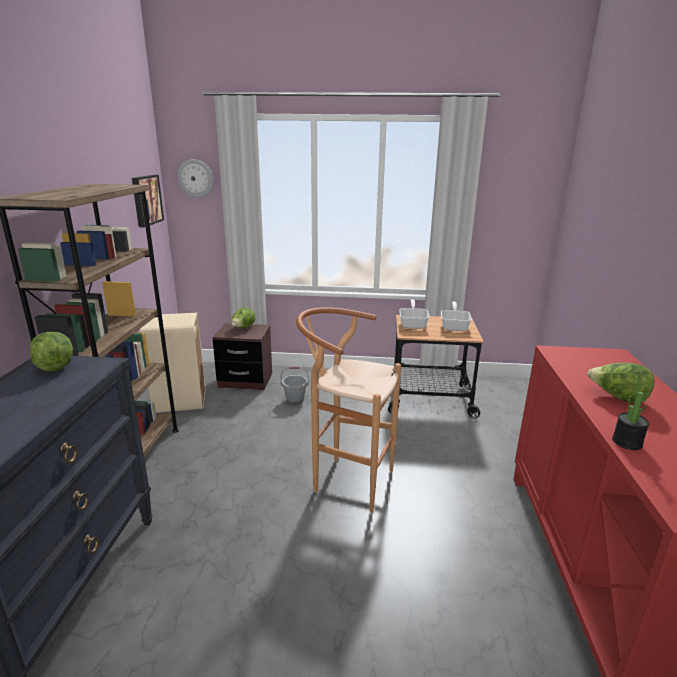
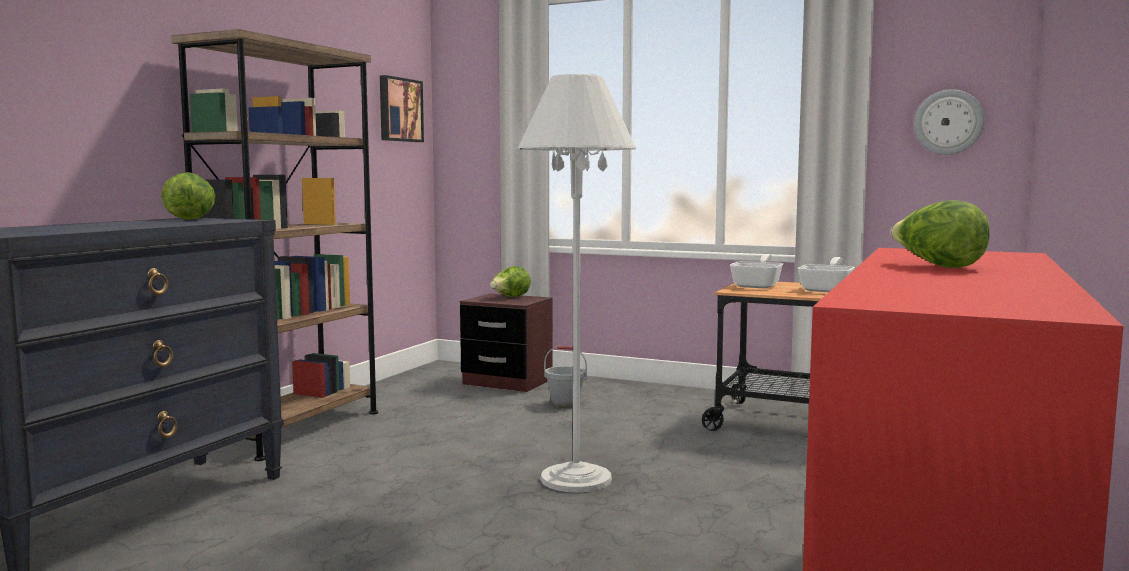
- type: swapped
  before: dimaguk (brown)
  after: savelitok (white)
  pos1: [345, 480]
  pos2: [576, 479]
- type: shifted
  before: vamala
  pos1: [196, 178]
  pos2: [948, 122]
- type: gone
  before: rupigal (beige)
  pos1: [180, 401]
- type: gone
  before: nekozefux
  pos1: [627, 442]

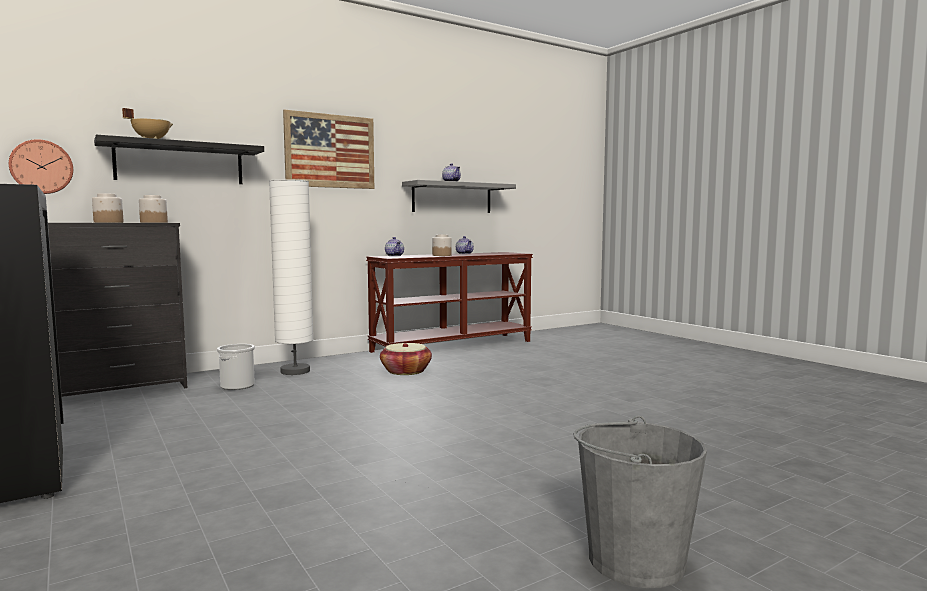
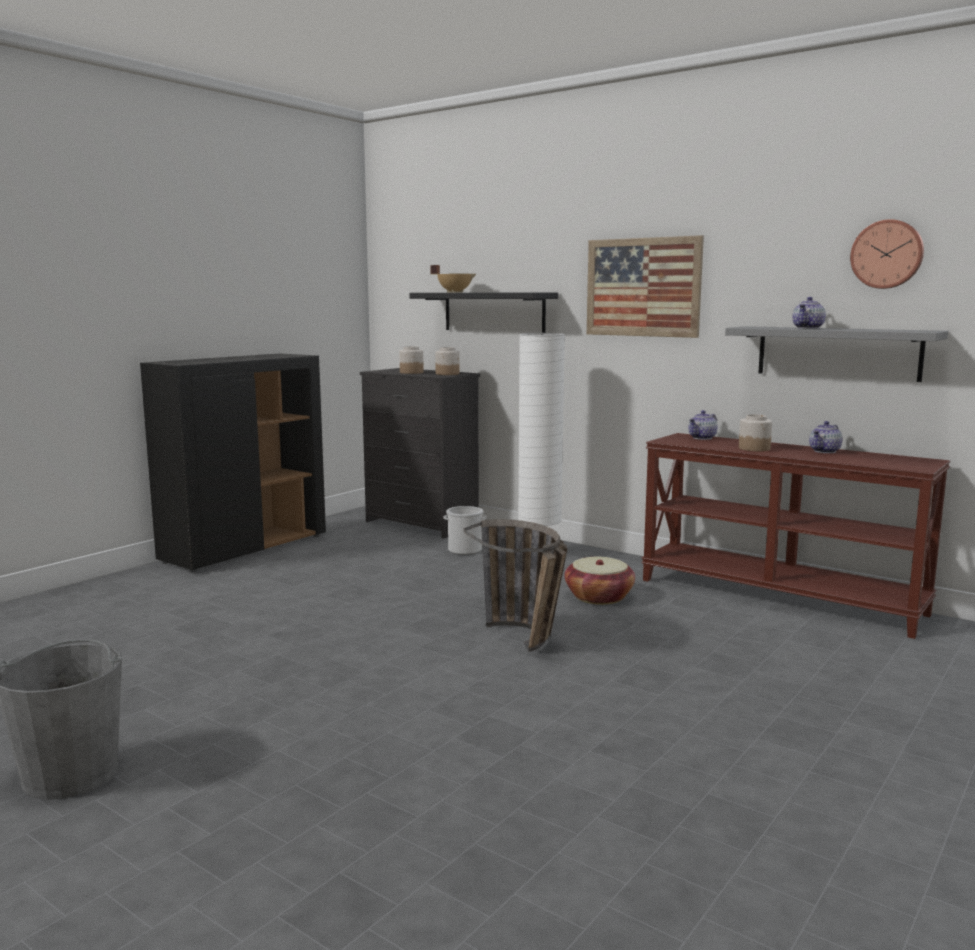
- type: new
  after: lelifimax
  pos2: [527, 642]
- type: shifted
  before: vamala
  pos1: [41, 167]
  pos2: [887, 254]

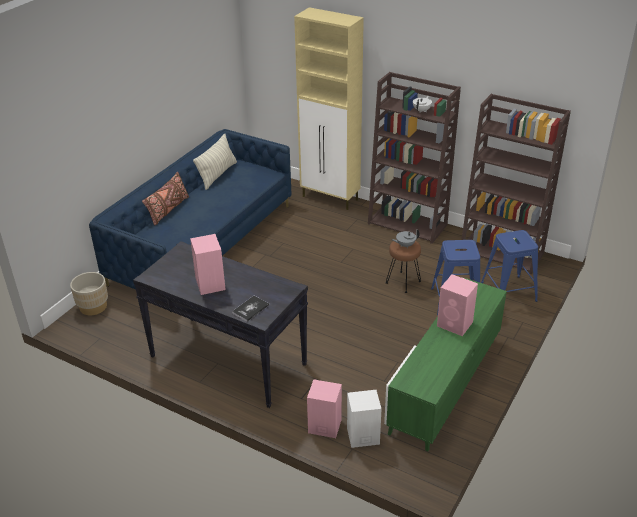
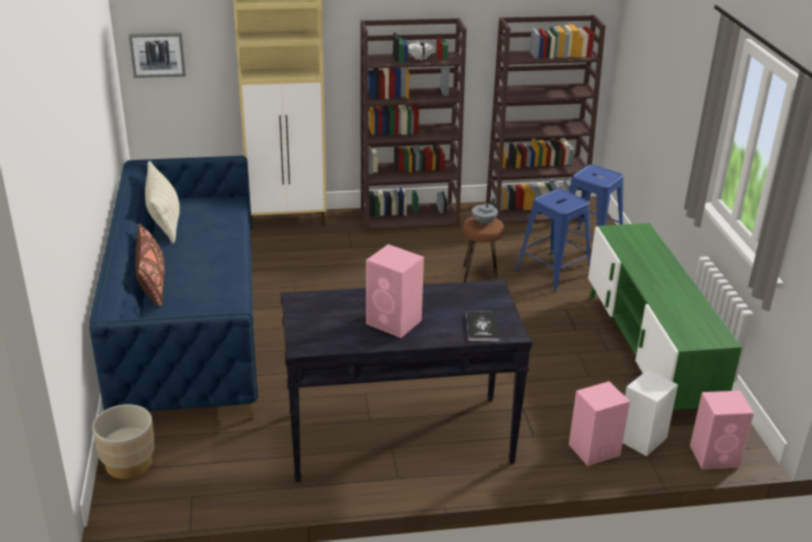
- type: new
  after: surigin
  pos2: [157, 54]
- type: shifted
  before: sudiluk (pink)
  pos1: [455, 324]
  pos2: [715, 456]

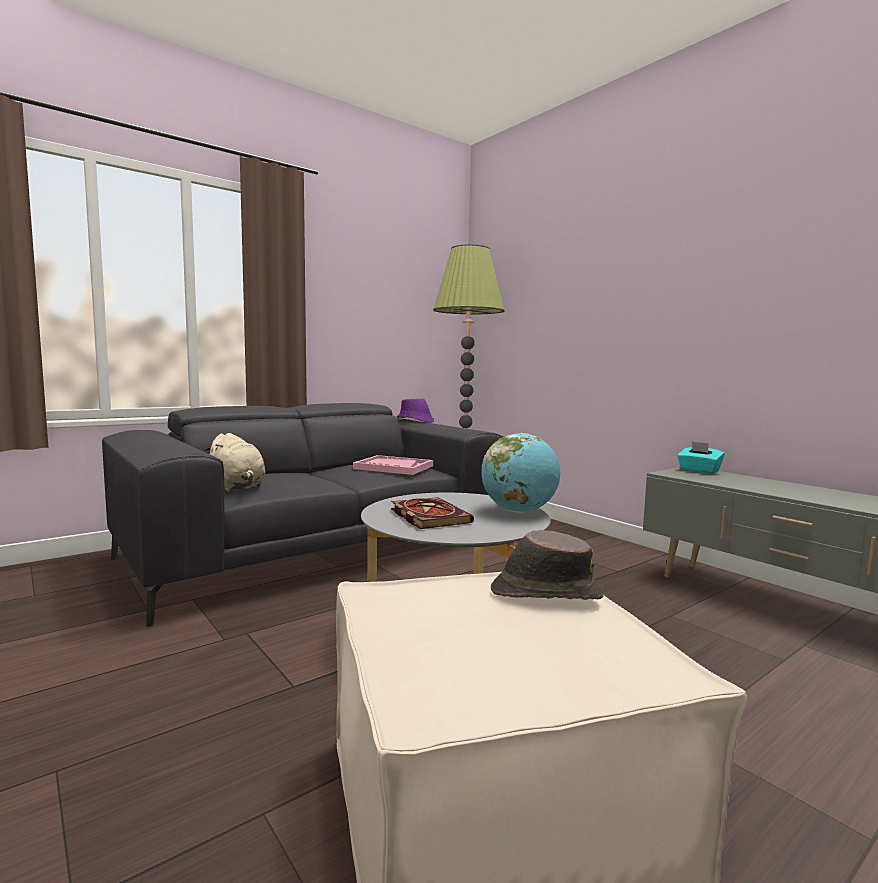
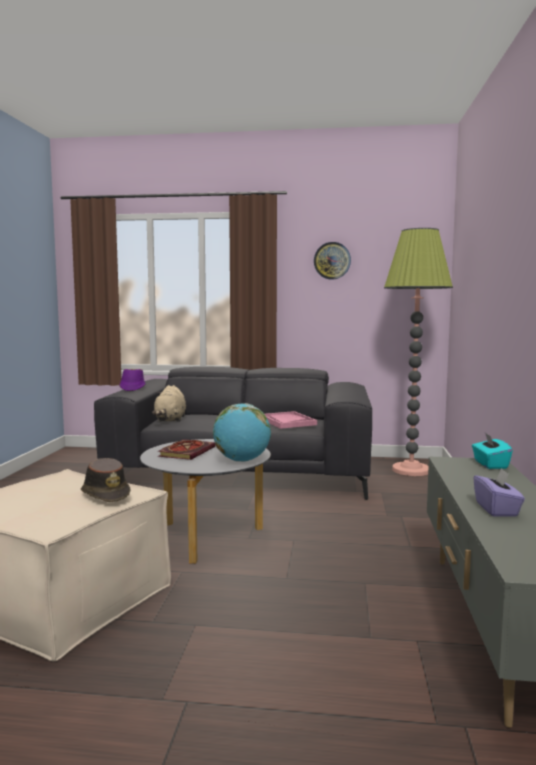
- type: shifted
  before: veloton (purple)
  pos1: [415, 421]
  pos2: [132, 388]
- type: new
  after: vamala
  pos2: [332, 260]
- type: new
  after: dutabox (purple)
  pos2: [497, 509]

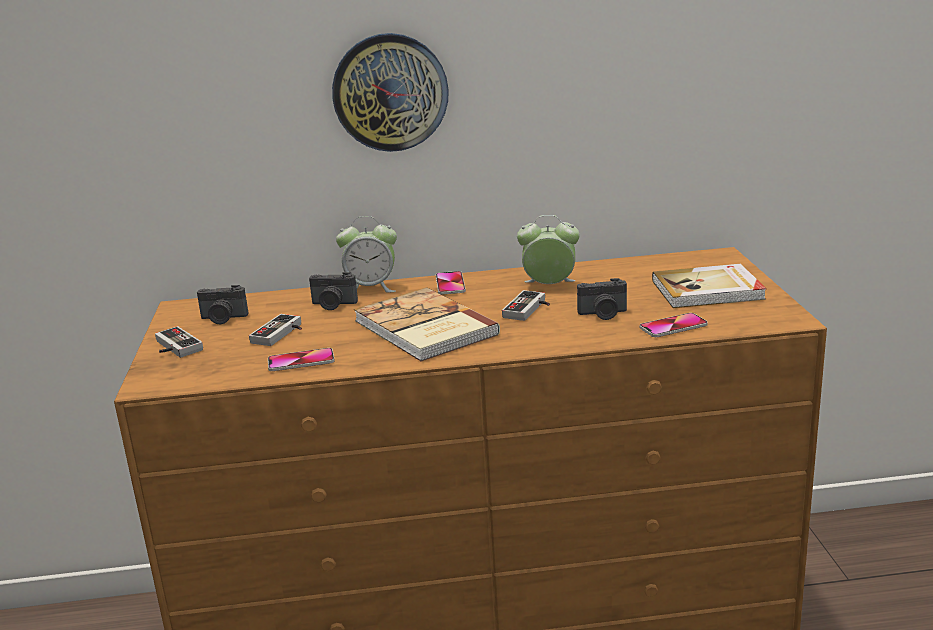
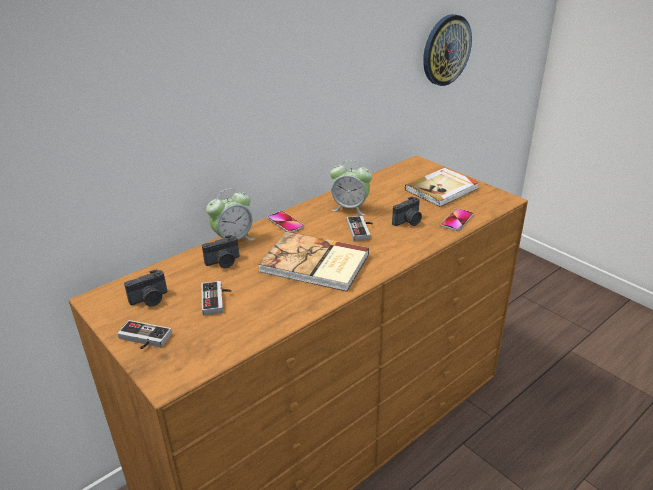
- type: rotated
  before: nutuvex
  pos1: [549, 286]
  pos2: [350, 208]
  turn: -135
- type: shifted
  before: vamala
  pos1: [390, 92]
  pos2: [446, 50]
- type: gone
  before: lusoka
  pos1: [301, 361]

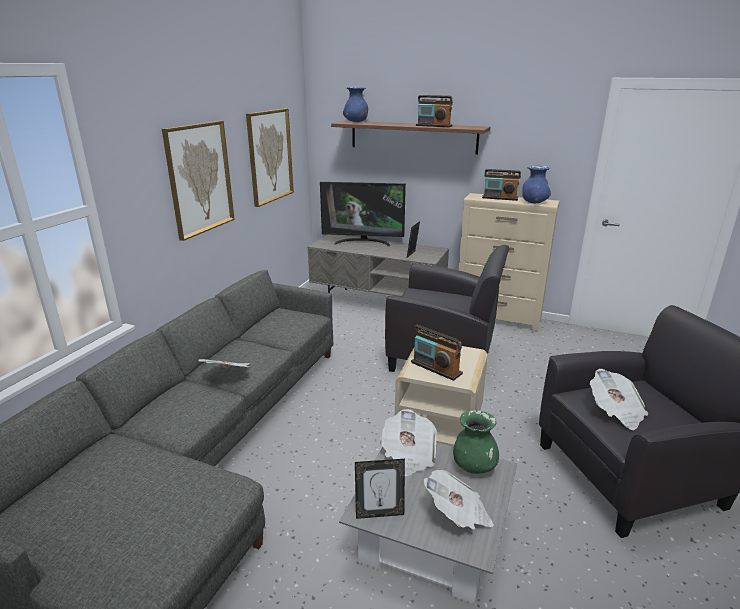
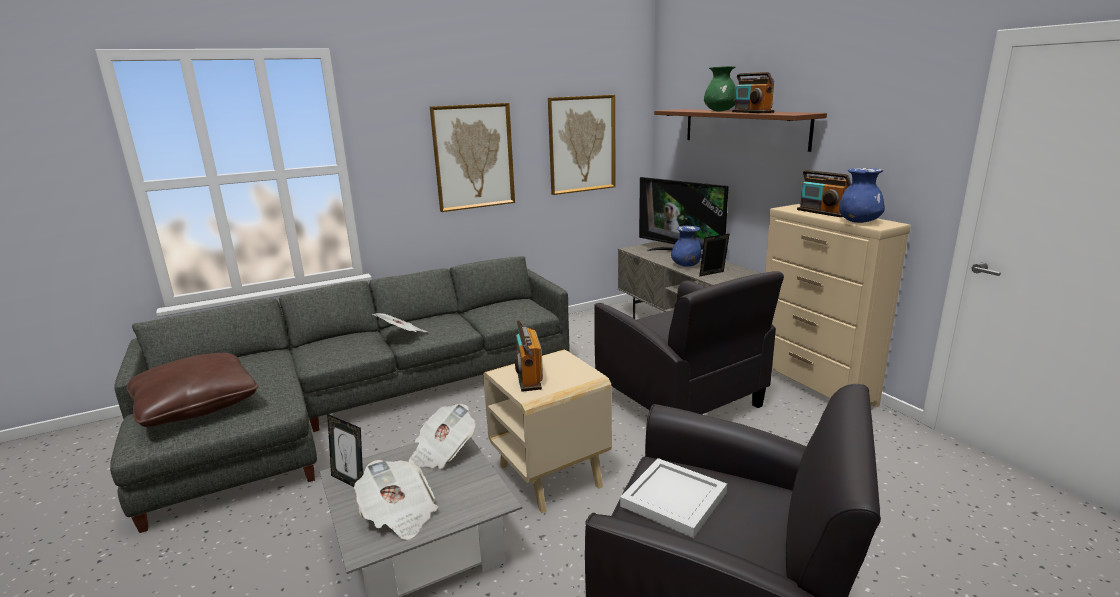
- type: new
  after: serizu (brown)
  pos2: [197, 405]
- type: swapped
  before: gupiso
  after: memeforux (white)
  pos1: [615, 411]
  pos2: [674, 500]
- type: shifted
  before: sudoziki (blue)
  pos1: [356, 122]
  pos2: [686, 265]
- type: shifted
  before: sudoziki (green)
  pos1: [474, 466]
  pos2: [720, 111]

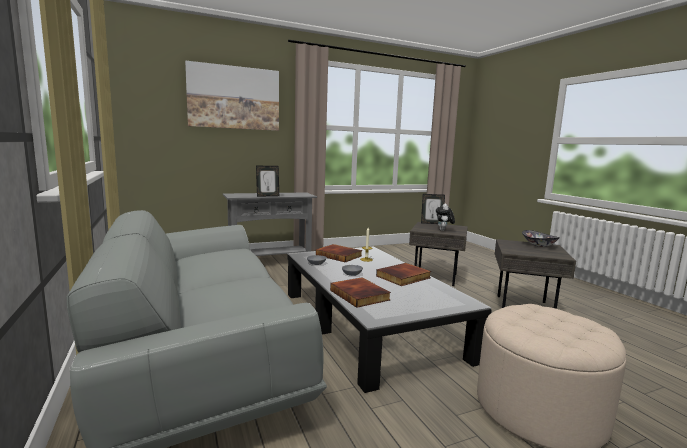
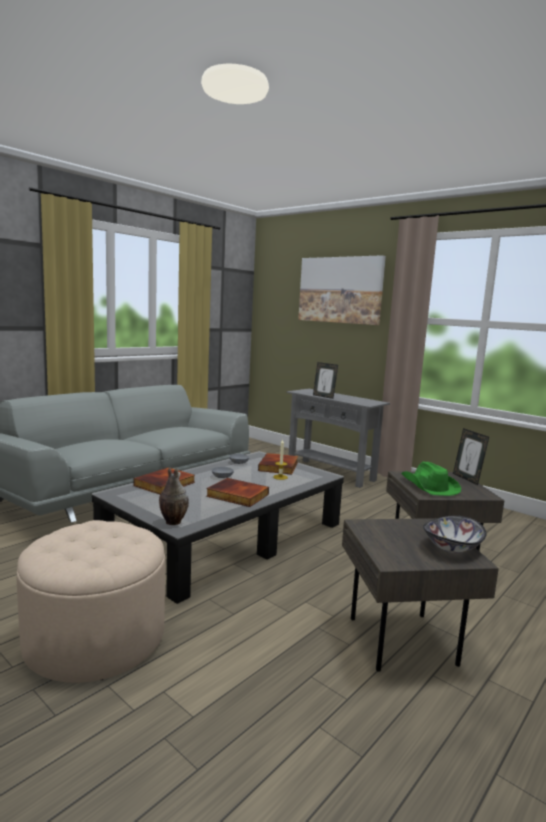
- type: new
  after: sudoziki
  pos2: [172, 522]
- type: swapped
  before: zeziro
  after: veloton (green)
  pos1: [443, 230]
  pos2: [429, 486]

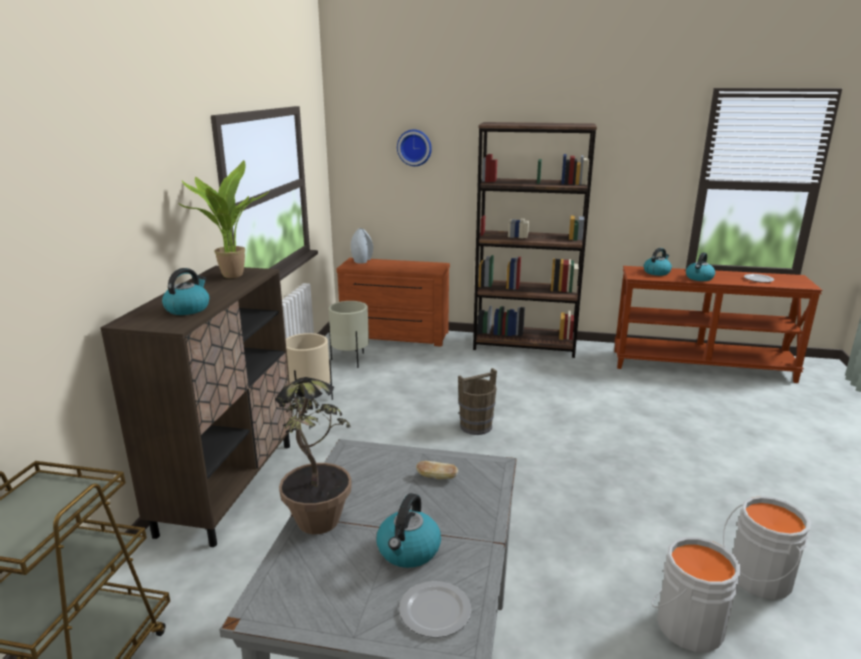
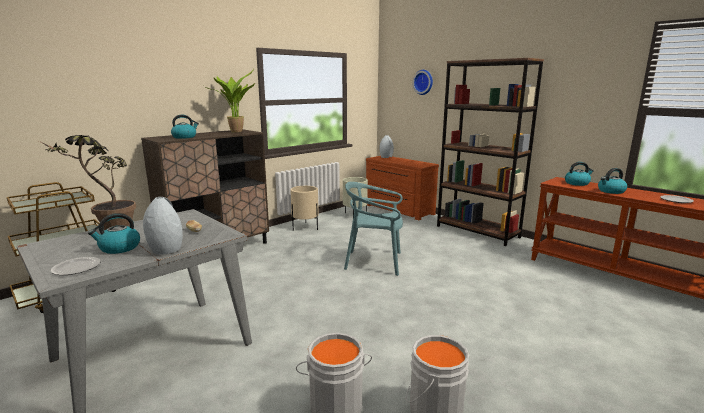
- type: new
  after: sudoziki (grey)
  pos2: [165, 250]
- type: swapped
  before: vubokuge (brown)
  after: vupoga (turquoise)
  pos1: [475, 426]
  pos2: [374, 262]

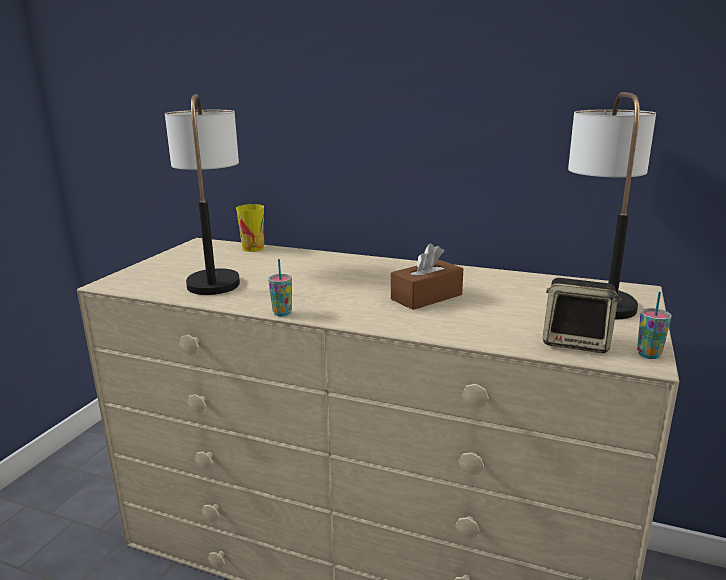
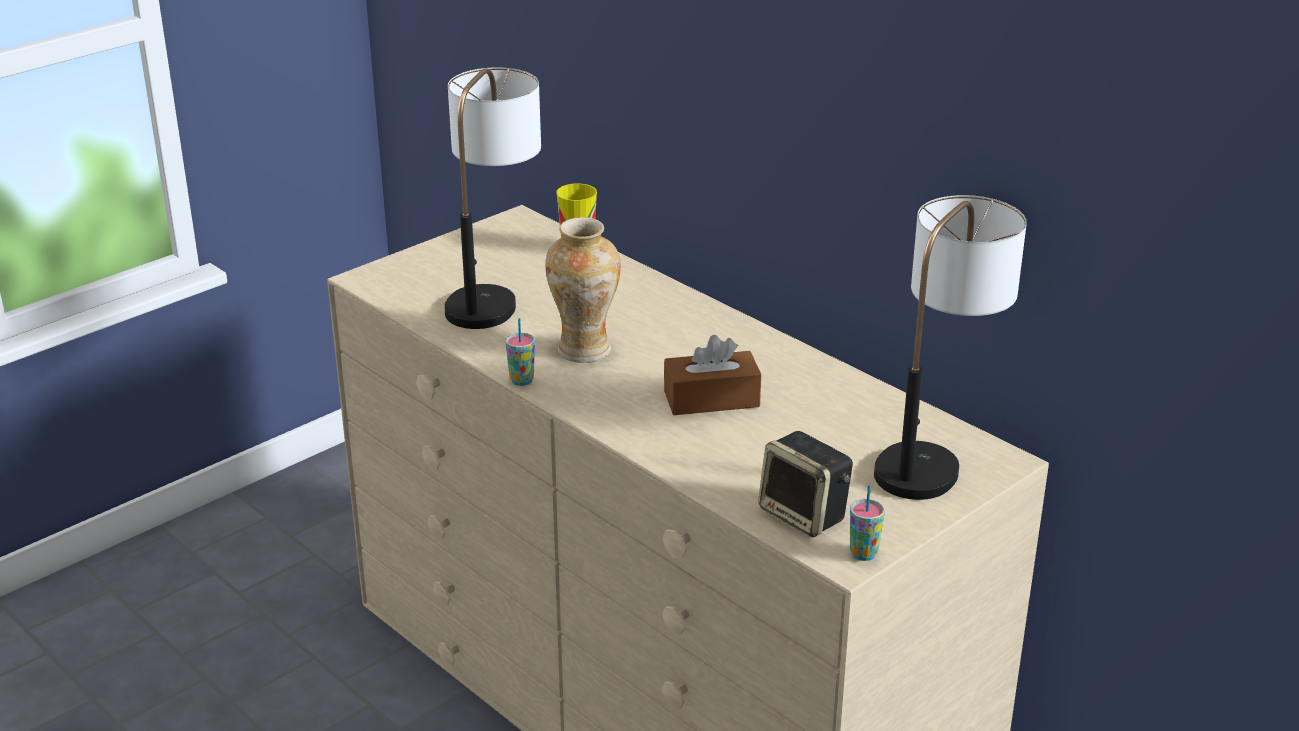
- type: new
  after: sudoziki
  pos2: [584, 351]

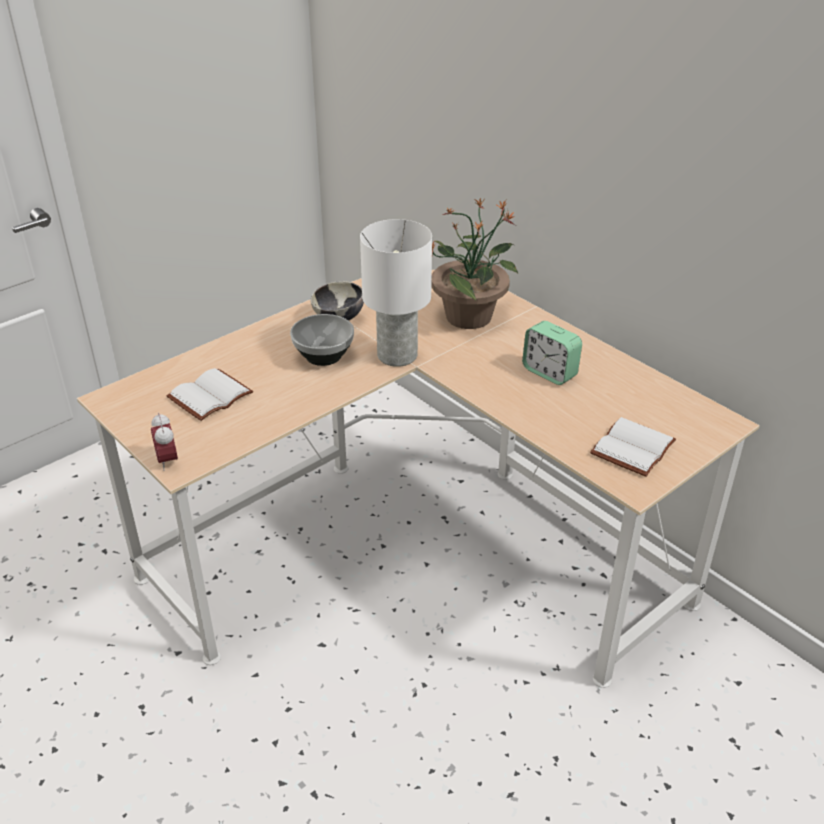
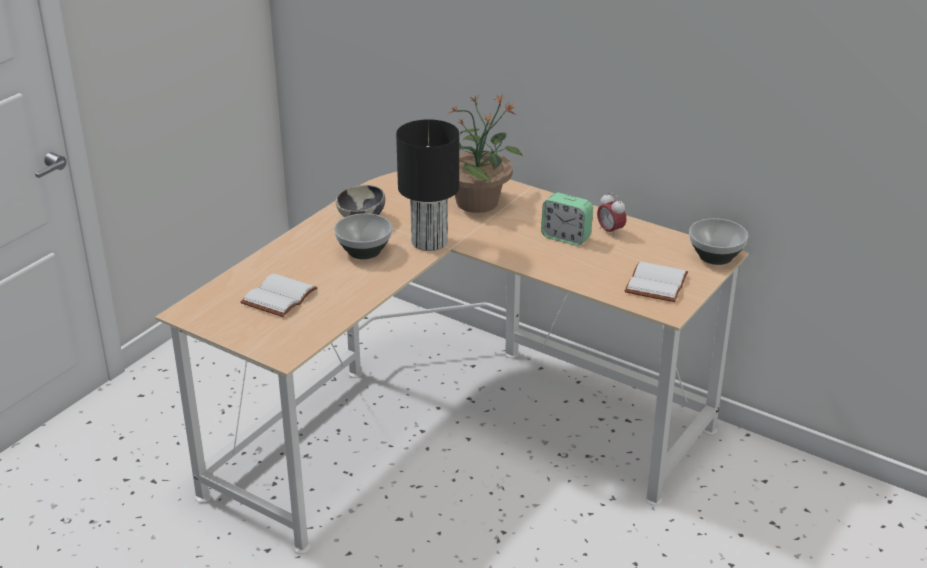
- type: repainted
  before: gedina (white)
  after: gedina (black)
  pos1: [398, 356]
  pos2: [430, 242]
- type: shifted
  before: nutuvex
  pos1: [168, 460]
  pos2: [610, 231]
- type: new
  after: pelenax
  pos2: [715, 257]

